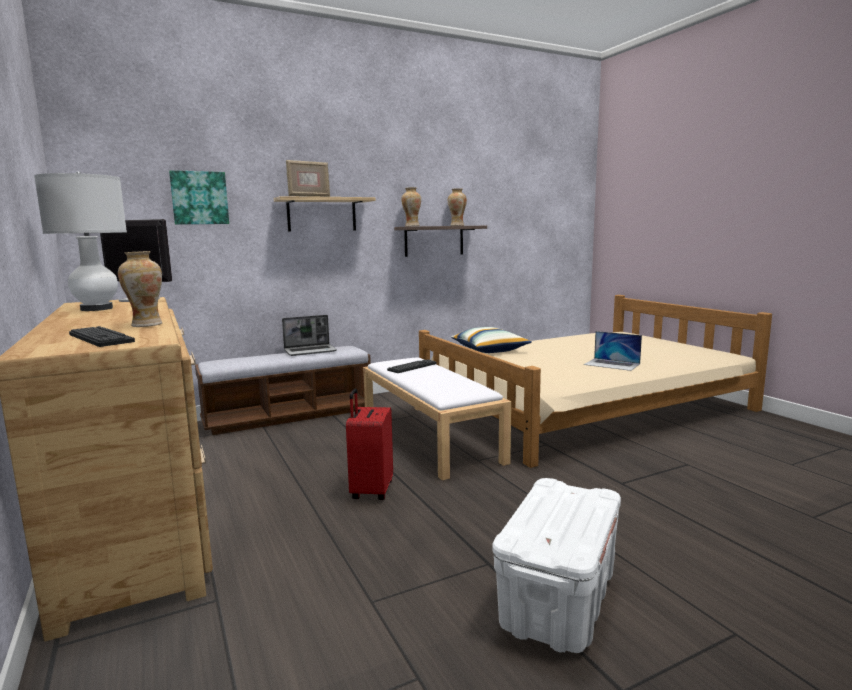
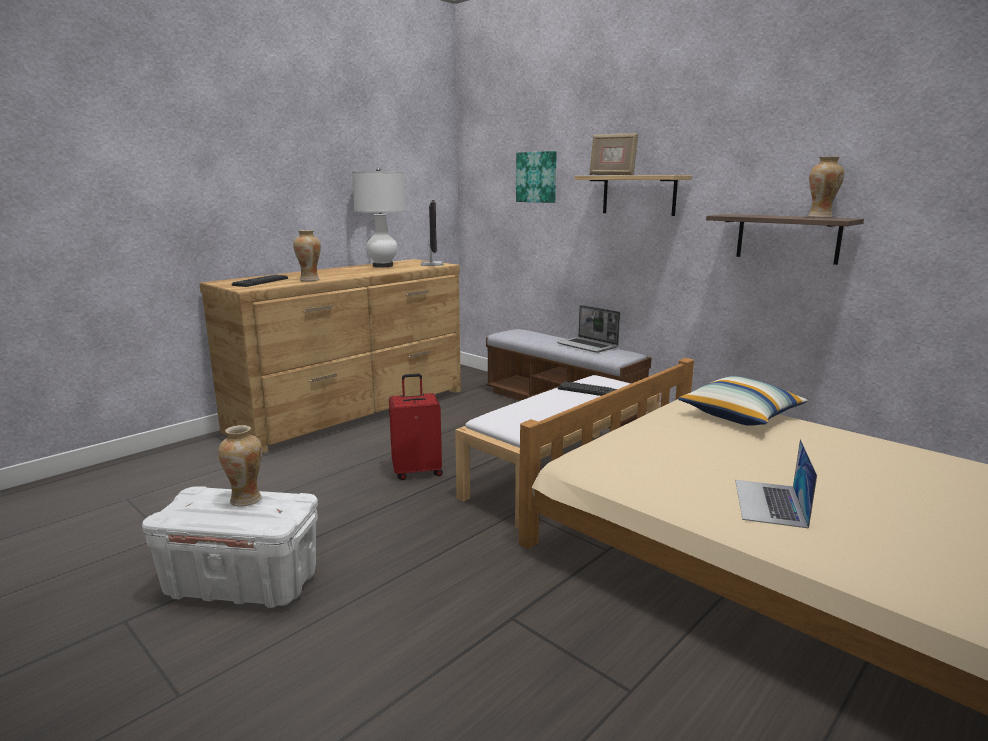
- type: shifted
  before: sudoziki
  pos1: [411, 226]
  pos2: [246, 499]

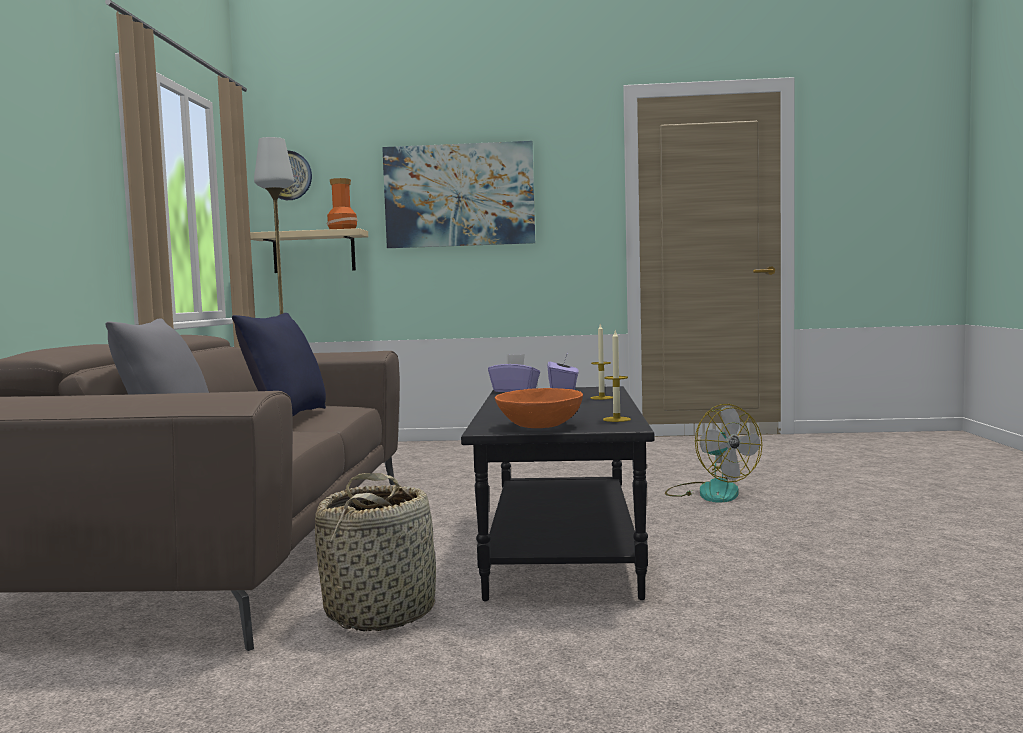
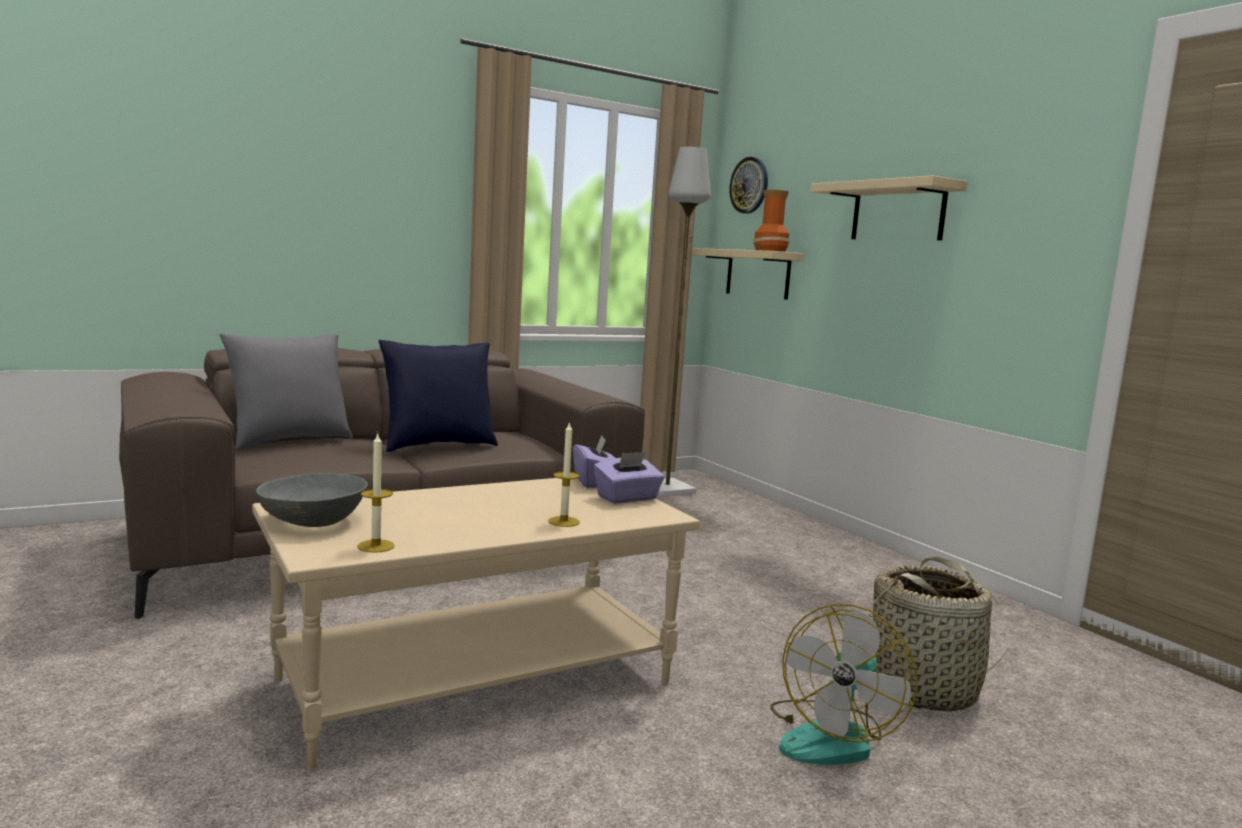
- type: repainted
  before: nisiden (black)
  after: nisiden (beige)
  pos1: [559, 546]
  pos2: [476, 680]
- type: repainted
  before: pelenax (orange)
  after: pelenax (grey)
  pos1: [539, 426]
  pos2: [314, 521]
- type: swapped
  before: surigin
  after: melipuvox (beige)
  pos1: [459, 195]
  pos2: [898, 212]
- type: shifted
  before: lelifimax
  pos1: [381, 612]
  pos2: [924, 689]

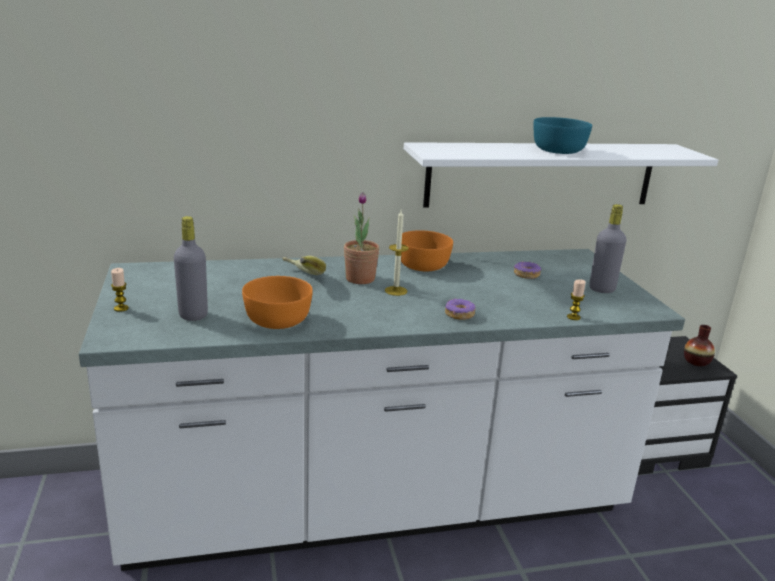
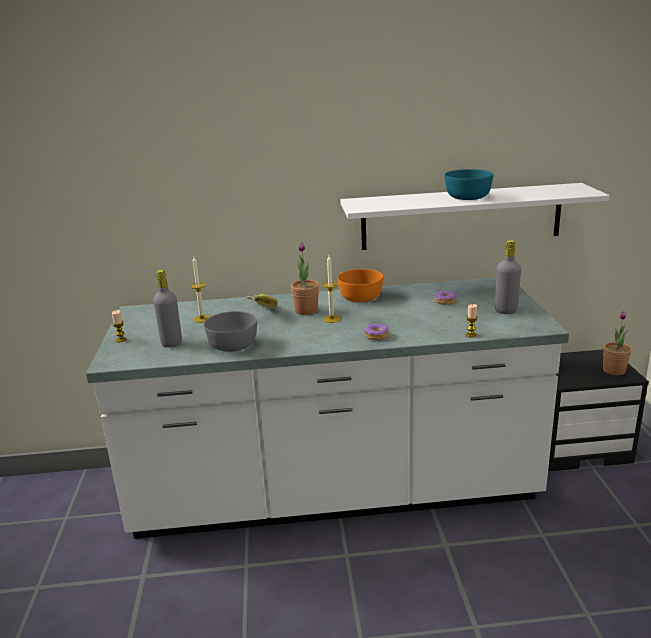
- type: new
  after: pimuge
  pos2: [202, 319]
- type: repainted
  before: pelenax (orange)
  after: pelenax (grey)
  pos1: [277, 319]
  pos2: [232, 344]
- type: swapped
  before: sudoziki
  after: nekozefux
  pos1: [696, 361]
  pos2: [614, 370]

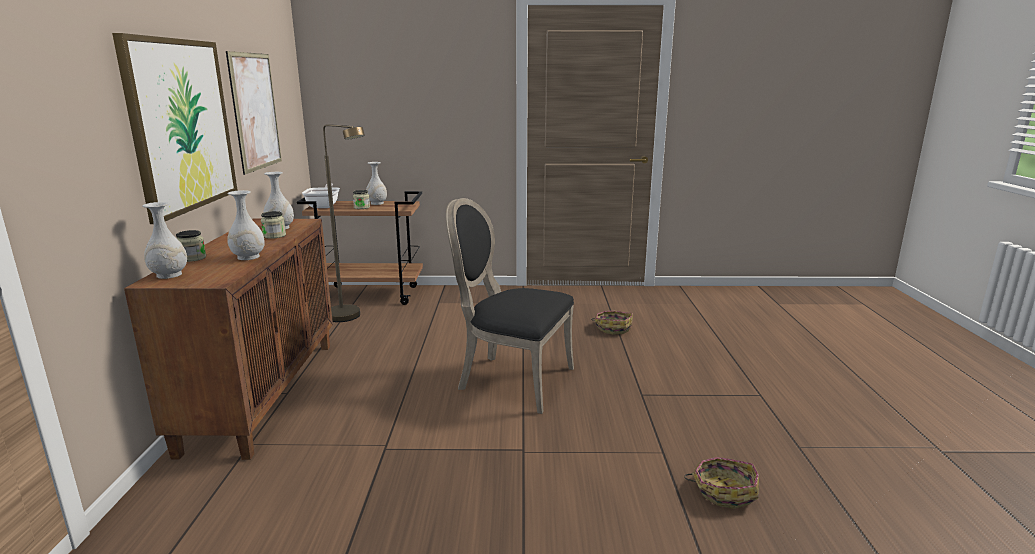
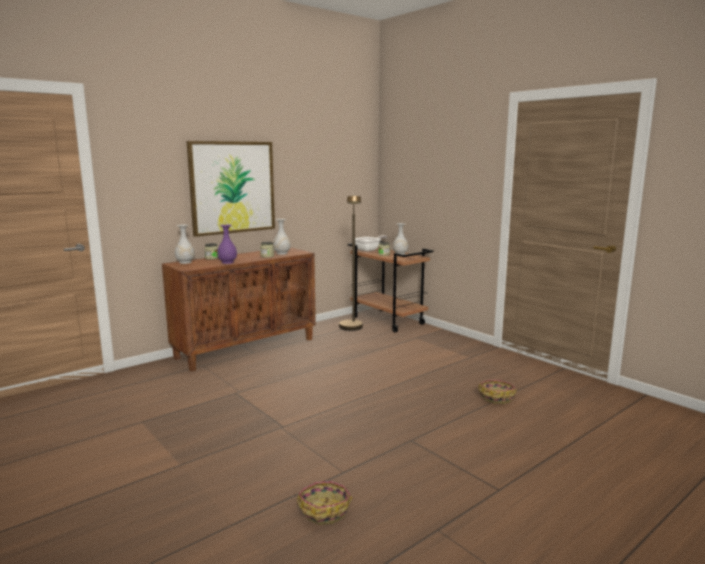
- type: repainted
  before: sudoziki (white)
  after: sudoziki (purple)
  pos1: [248, 257]
  pos2: [227, 262]
- type: gone
  before: surigin
  pos1: [255, 111]
- type: gone
  before: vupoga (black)
  pos1: [511, 380]

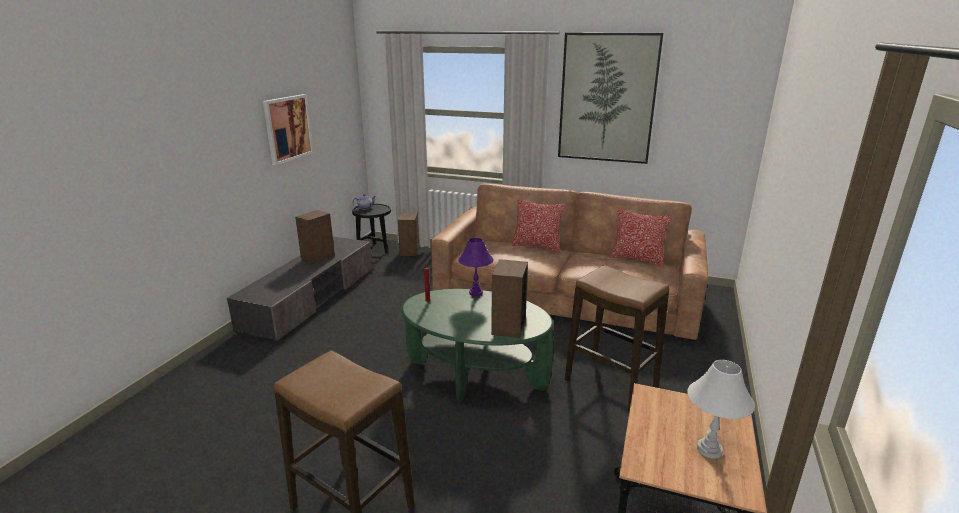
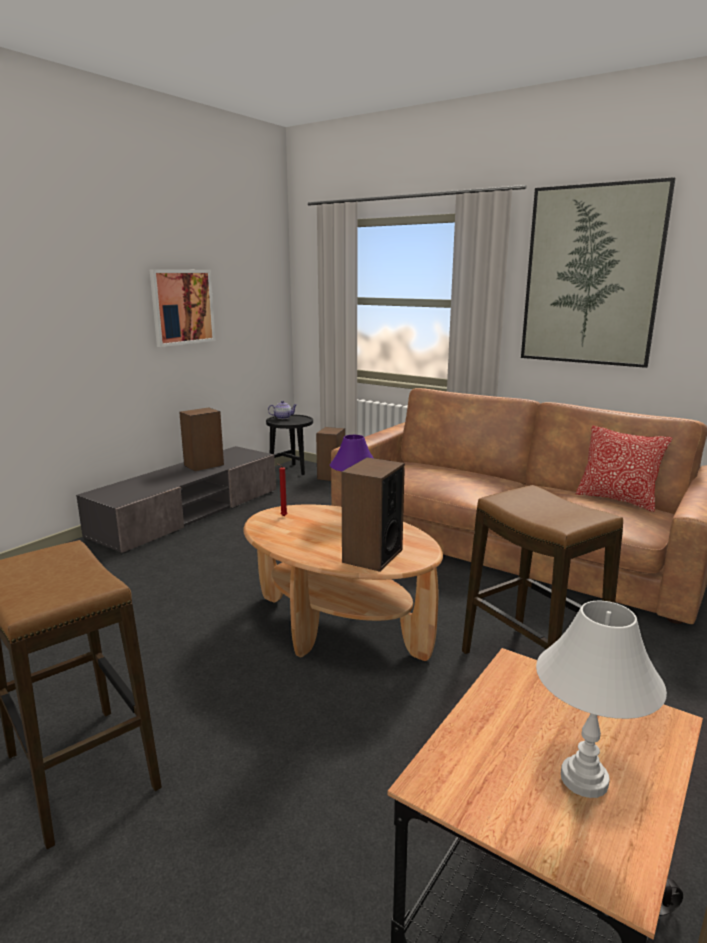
- type: repainted
  before: nisiden (green)
  after: nisiden (brown)
  pos1: [475, 375]
  pos2: [339, 626]
- type: gone
  before: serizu
  pos1: [537, 246]

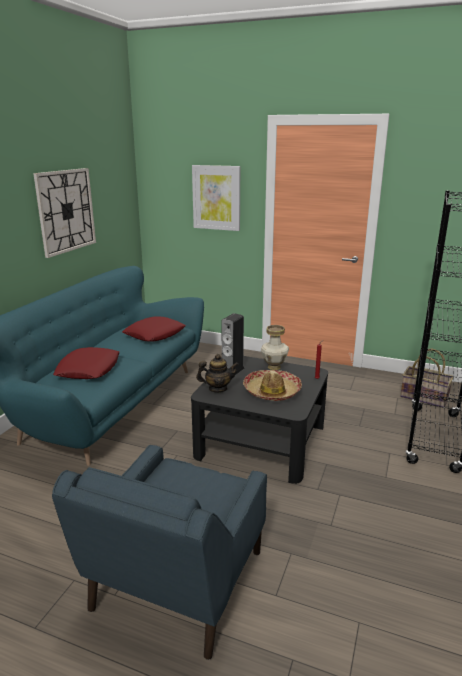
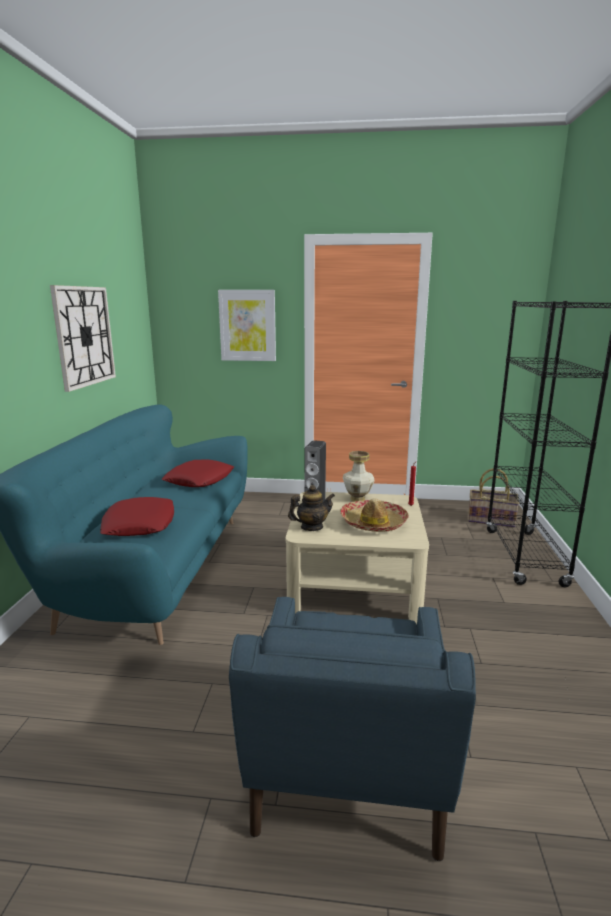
- type: repainted
  before: nisiden (black)
  after: nisiden (beige)
  pos1: [260, 440]
  pos2: [354, 584]

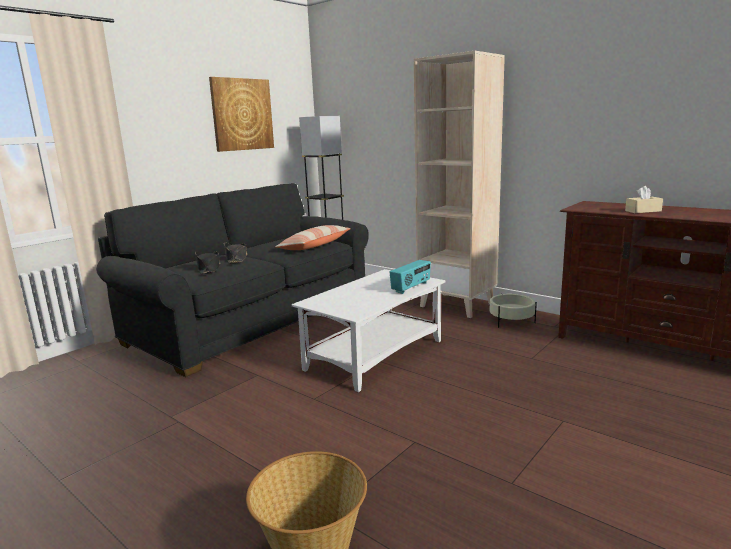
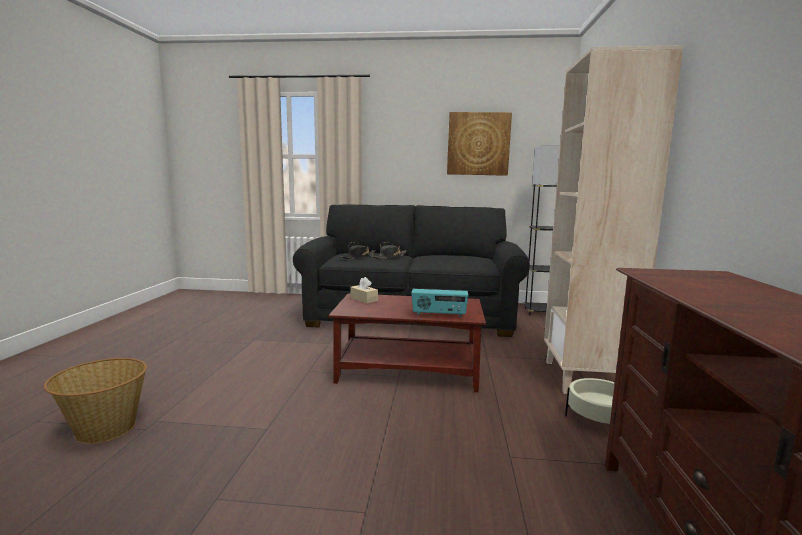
- type: repainted
  before: nisiden (white)
  after: nisiden (brown)
  pos1: [375, 354]
  pos2: [409, 371]
- type: shifted
  before: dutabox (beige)
  pos1: [643, 211]
  pos2: [364, 299]
- type: gone
  before: serizu
  pos1: [315, 246]

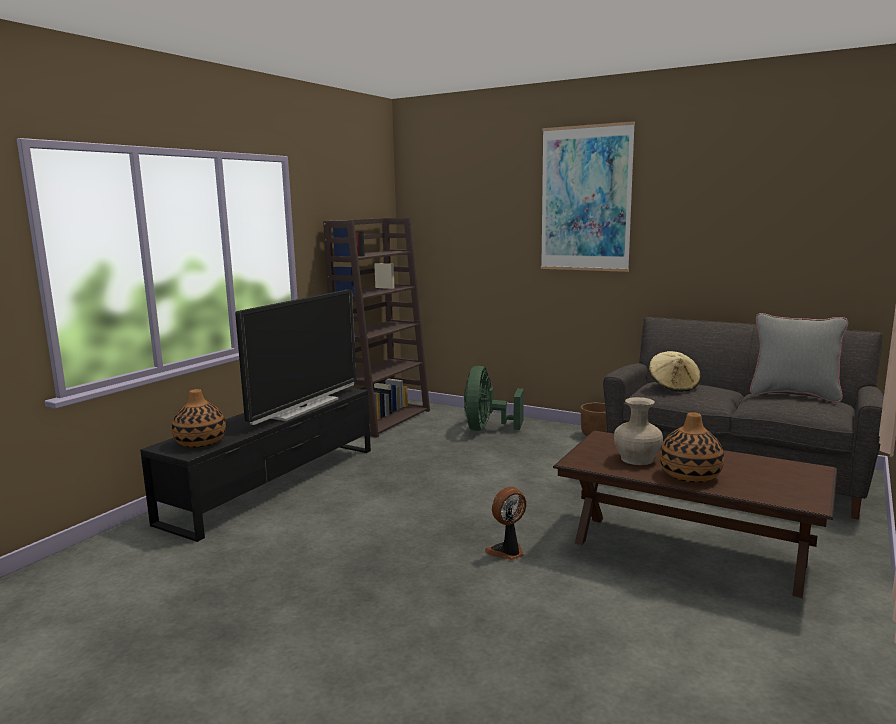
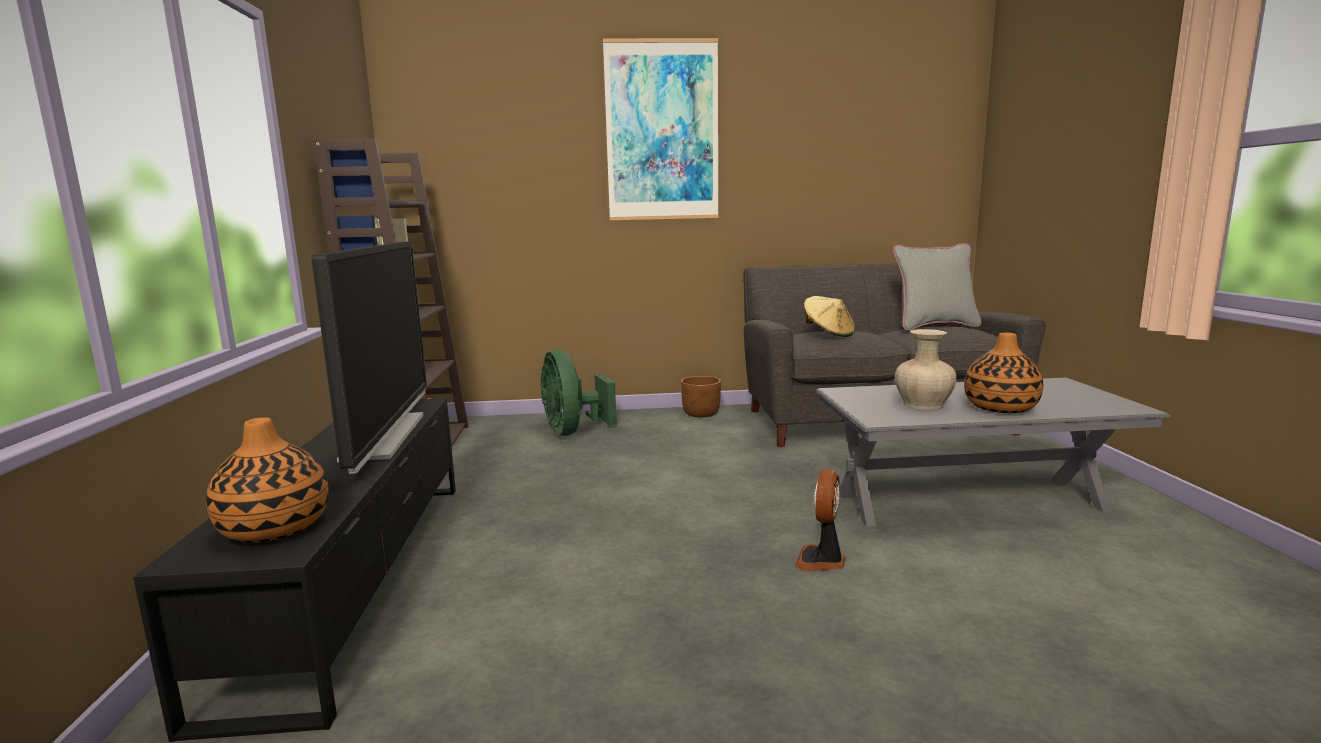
- type: repainted
  before: nisiden (brown)
  after: nisiden (grey)
  pos1: [687, 552]
  pos2: [969, 501]

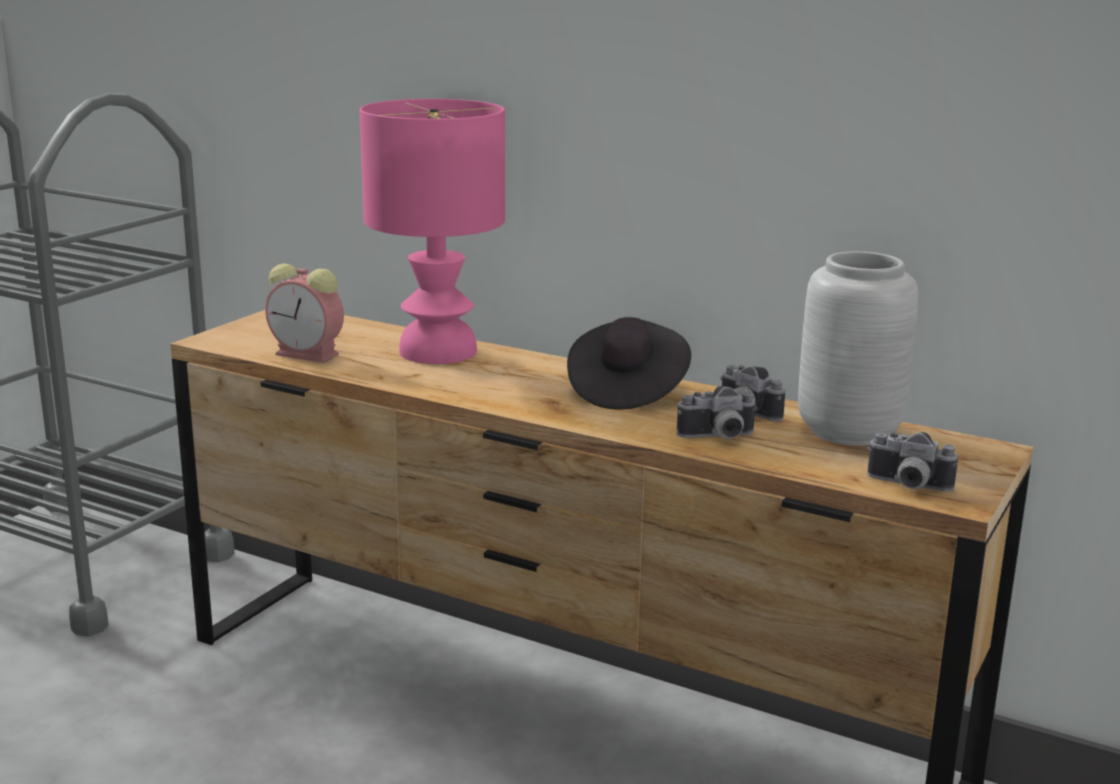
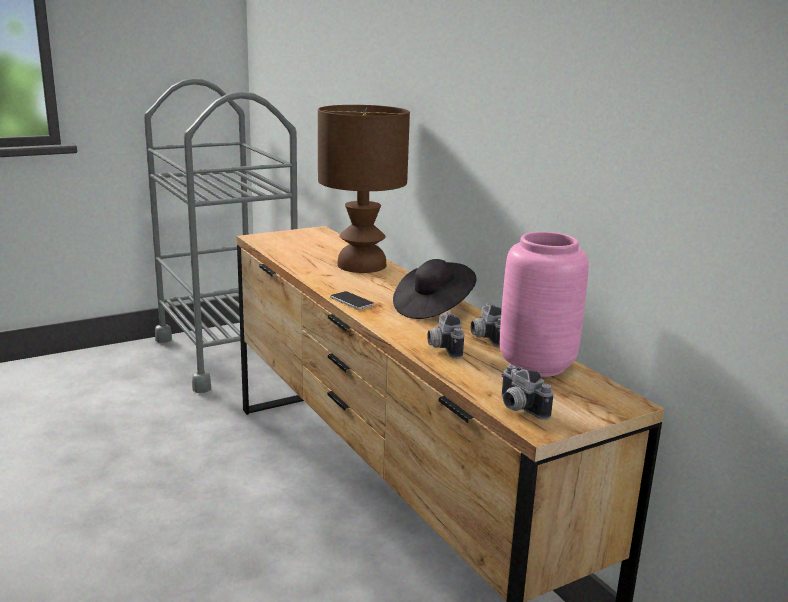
- type: repainted
  before: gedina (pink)
  after: gedina (brown)
  pos1: [436, 352]
  pos2: [360, 265]
- type: new
  after: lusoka
  pos2: [351, 301]
- type: rotated
  before: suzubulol
  pos1: [718, 437]
  pos2: [442, 347]
  turn: 60
- type: repainted
  before: sudoziki (grey)
  after: sudoziki (pink)
  pos1: [846, 431]
  pos2: [535, 364]
- type: gone
  before: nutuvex
  pos1: [309, 354]

